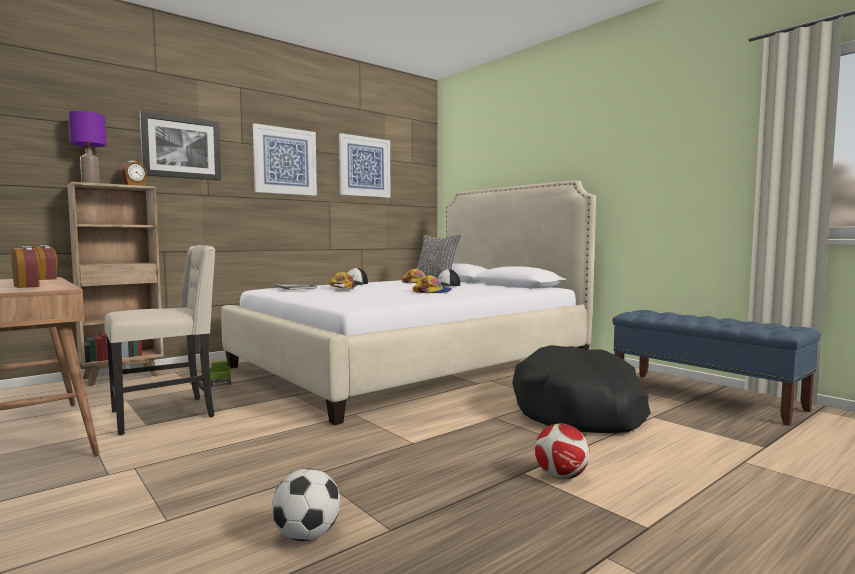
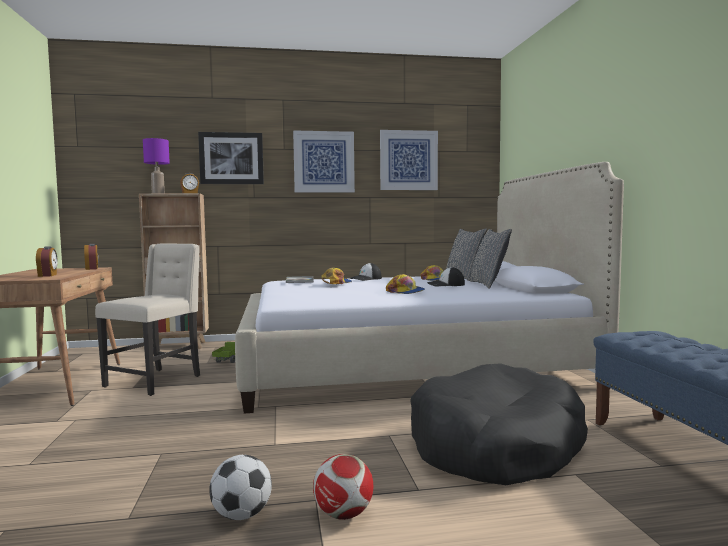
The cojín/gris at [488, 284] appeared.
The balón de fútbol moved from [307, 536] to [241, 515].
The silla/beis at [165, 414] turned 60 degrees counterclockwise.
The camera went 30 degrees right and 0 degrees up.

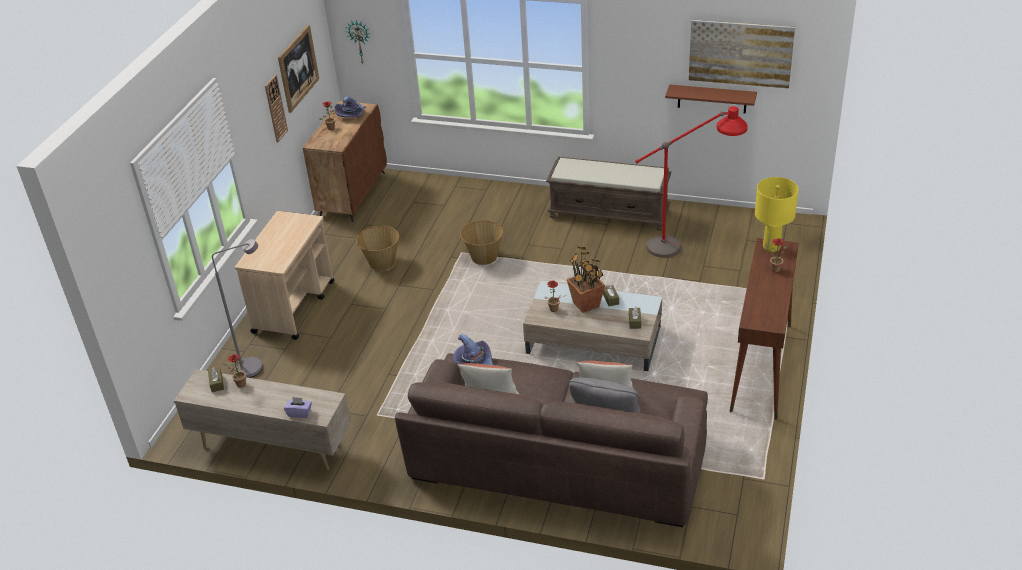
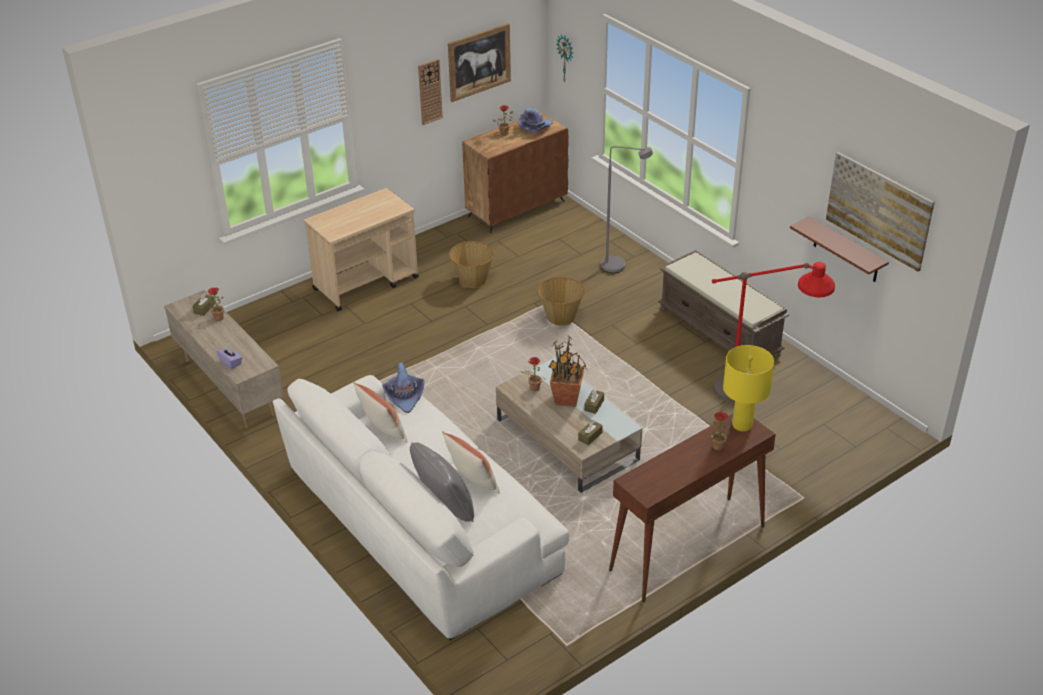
The lámpara de pie/gris moved from [257, 366] to [619, 267].
The sofá/marrón at [557, 458] became the sofá/blanco at [420, 521].
The camera went 35 degrees right and 0 degrees up.

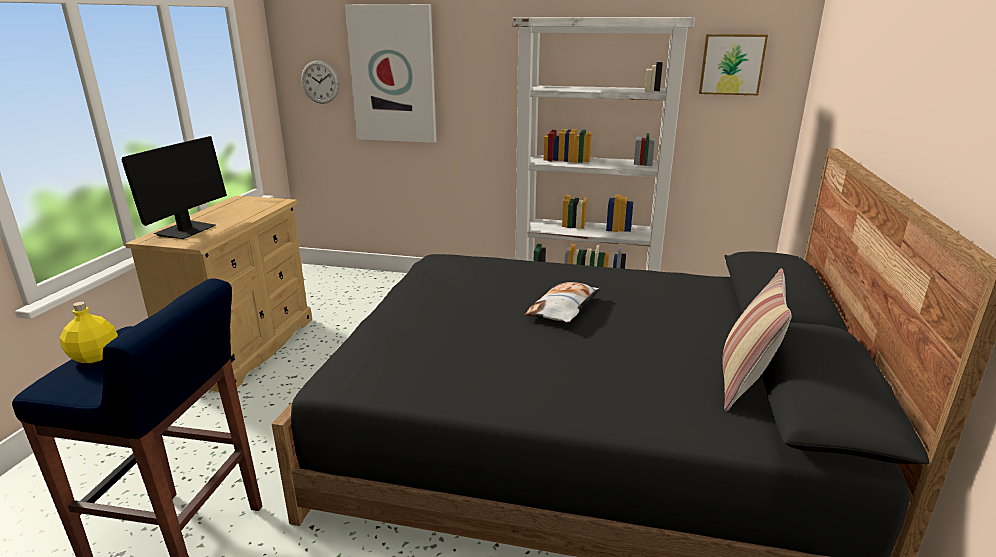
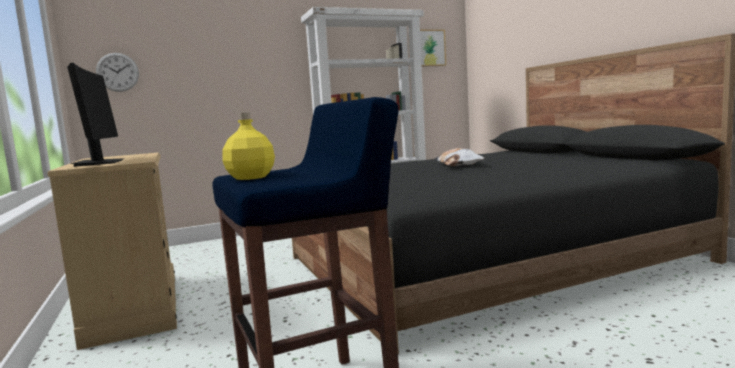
The cuadro at [393, 75] disappeared.
The cojín at [744, 383] disappeared.
The camera went 35 degrees left and 15 degrees down.

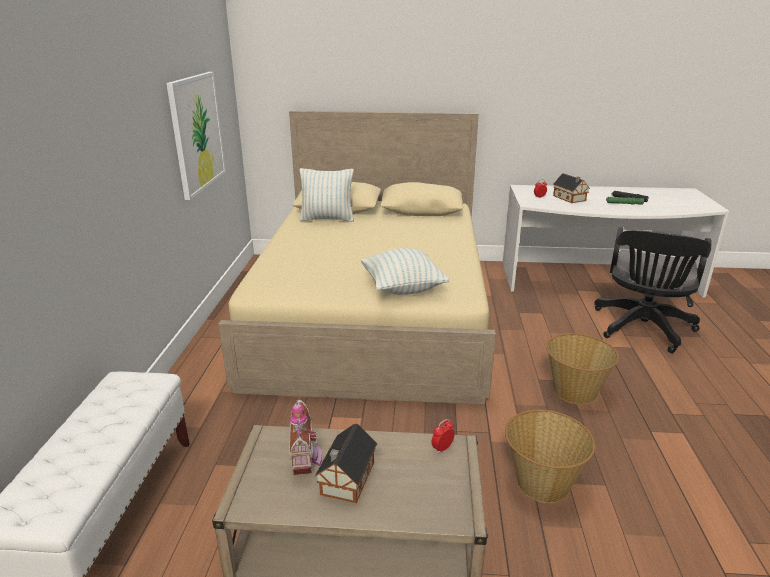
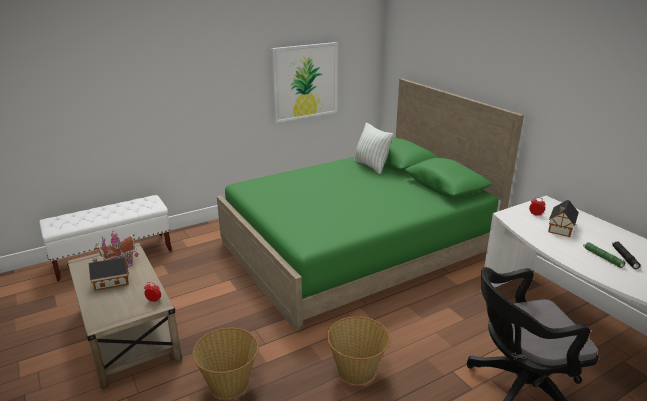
The cojín at [403, 288] disappeared.
The cama/beis at [373, 314] became the cama/verde at [357, 247].
The camera went 55 degrees right and 0 degrees up.

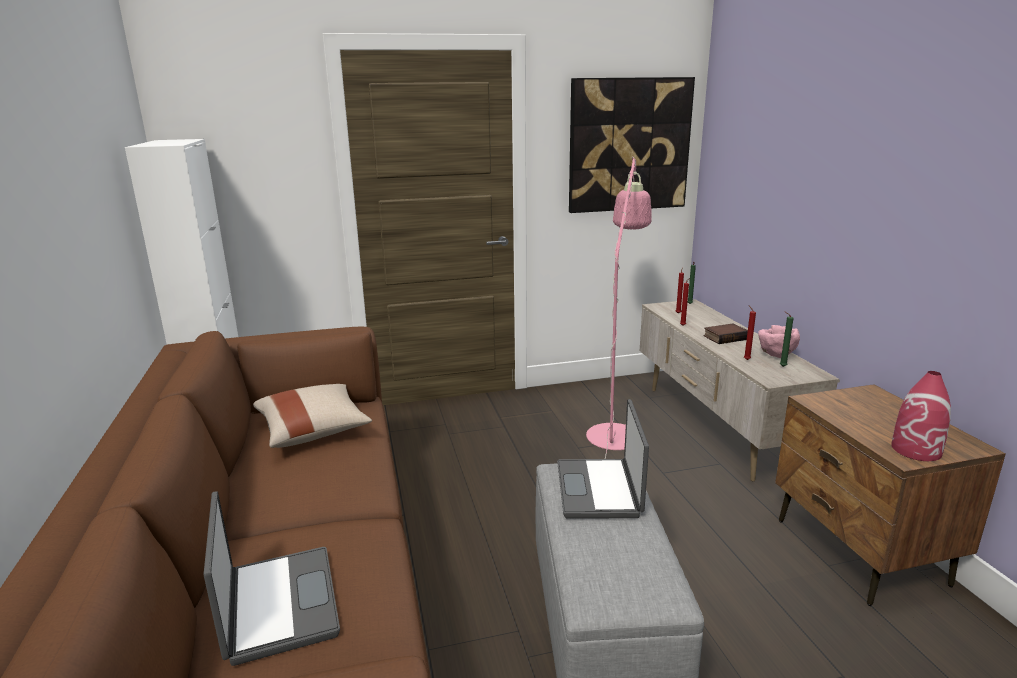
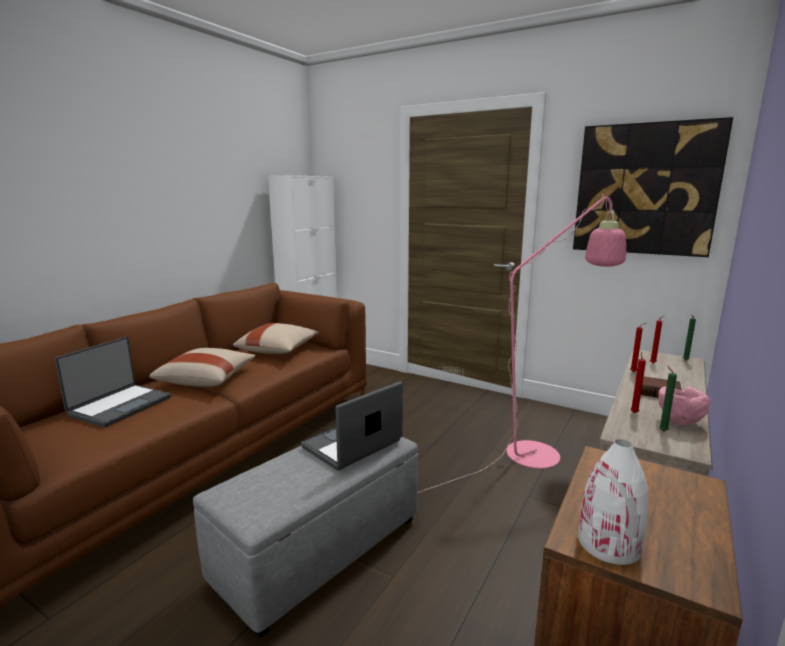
The cojín/beis at [207, 380] appeared.
The florero/rojo at [916, 450] became the florero/blanco at [609, 544].
The camera went 45 degrees right and 5 degrees down.

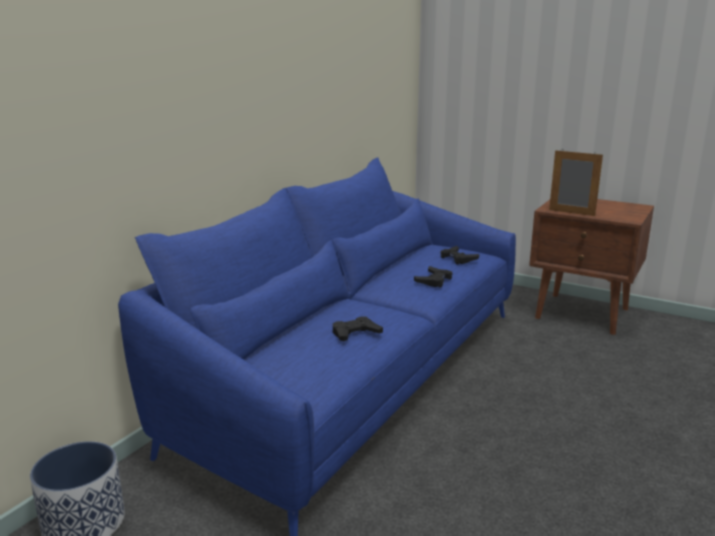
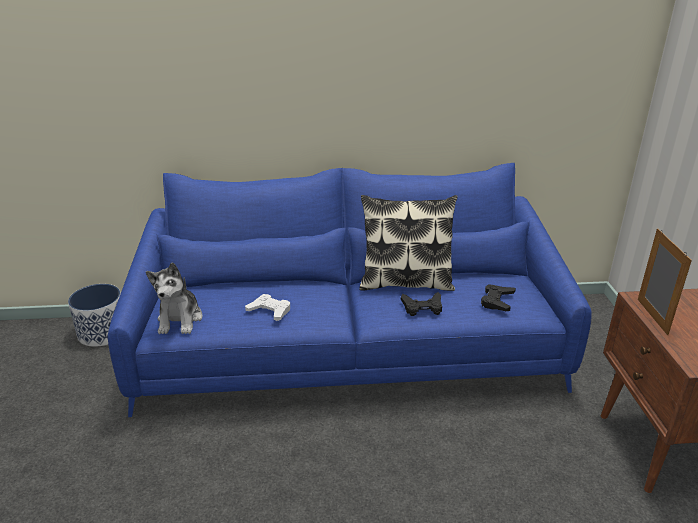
The peluche at [180, 319] appeared.
The cojín at [405, 282] appeared.
The mando de consola/negro at [355, 333] became the mando de consola/blanco at [269, 311].
The camera went 55 degrees right and 10 degrees up.

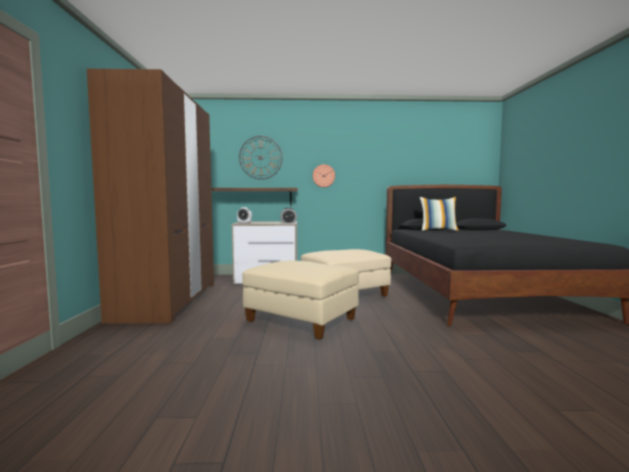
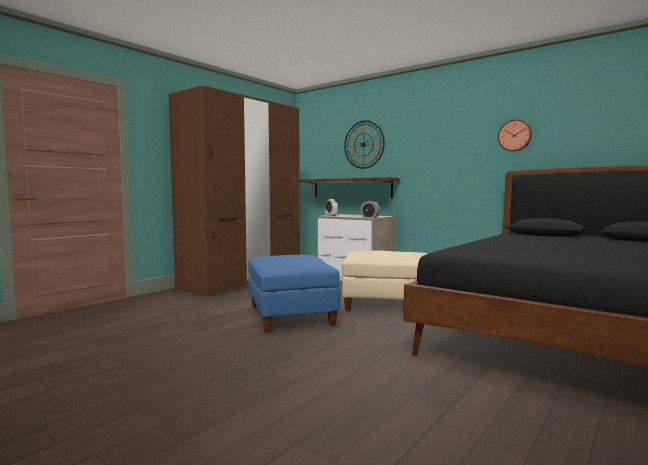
The cojín at [438, 230] disappeared.
The reloj de pared moved from [323, 176] to [515, 135].
The puf/beis at [301, 320] became the puf/azul at [291, 316].
The camera went 40 degrees right and 0 degrees up.

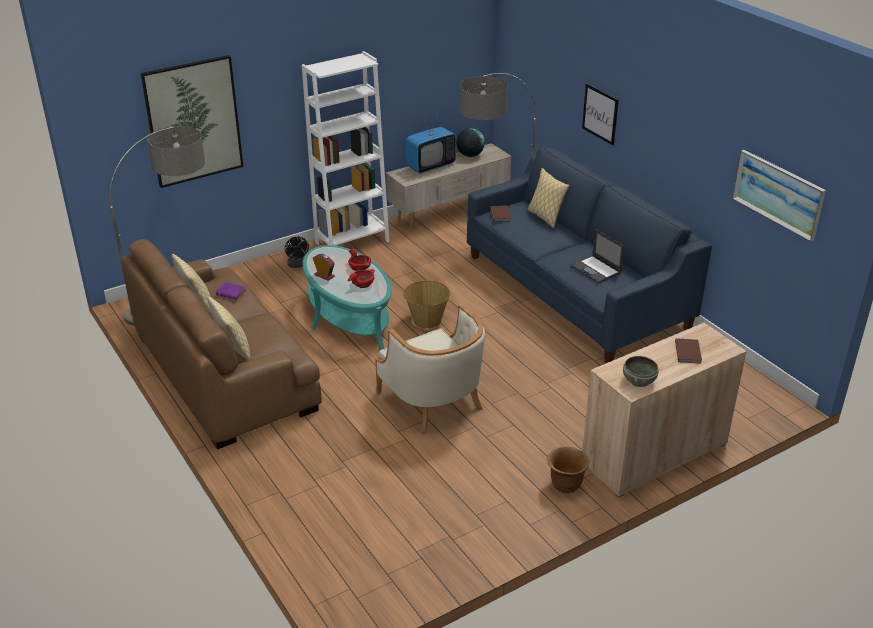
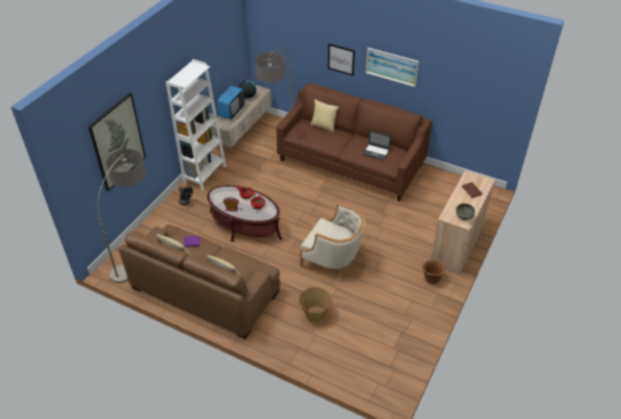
The cesta moved from [426, 320] to [315, 314].
The cuadro moved from [778, 194] to [391, 66].
The mesa de centro/turquesa at [348, 316] became the mesa de centro/marrón at [245, 225].
The sofá/azul at [575, 291] became the sofá/marrón at [351, 163].
The camera went 30 degrees left and 10 degrees up.

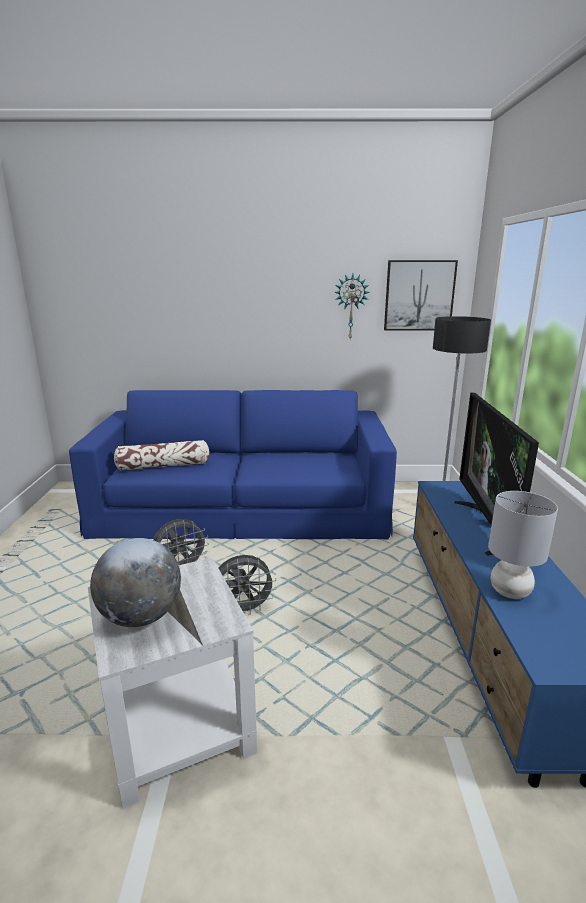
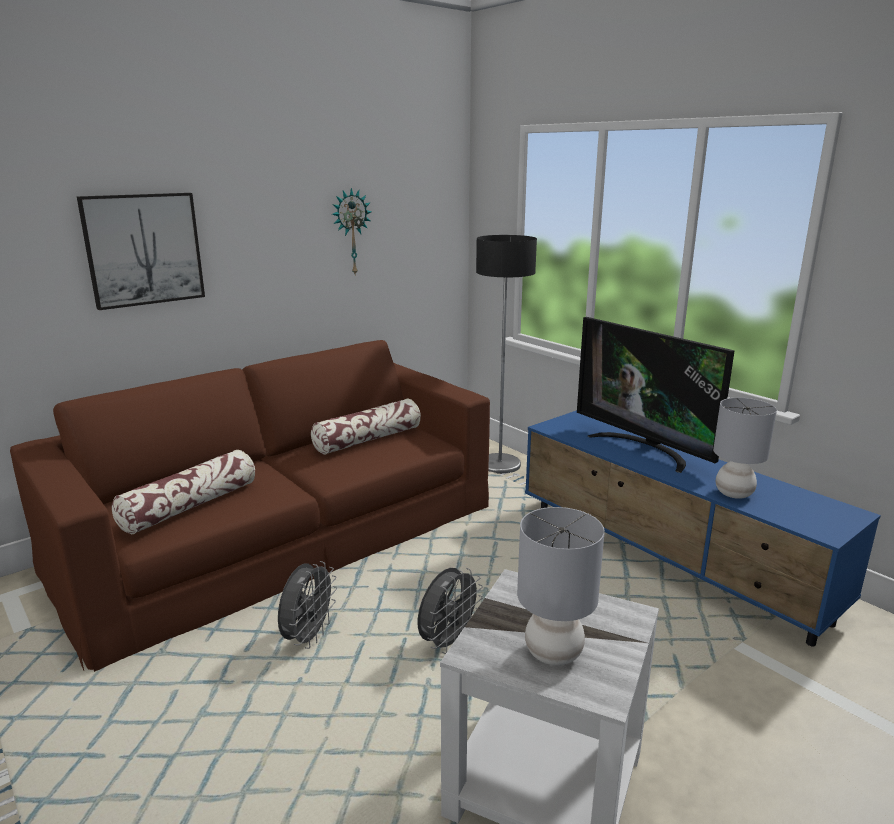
The cojín at [368, 439] appeared.
The cuadro moved from [419, 295] to [143, 249].
The globo terráqueo at [141, 617] was replaced by the lámpara de mesa/gris at [553, 654].
The sofá/azul at [243, 508] became the sofá/marrón at [282, 535].
The camera went 40 degrees left and 0 degrees up.

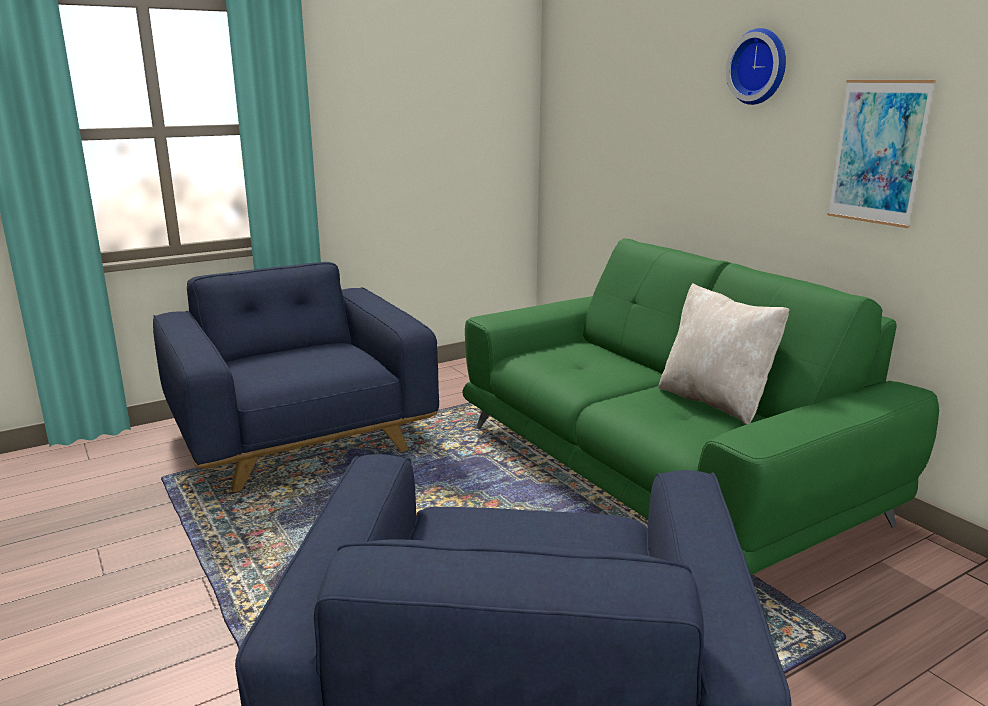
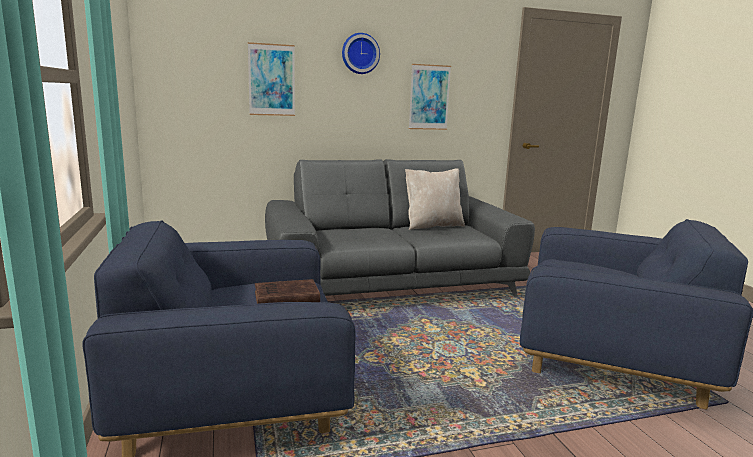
The cuadro at [271, 80] appeared.
The libro/marrón at [284, 298] appeared.
The sofá/verde at [660, 472] became the sofá/gris at [391, 283].
The camera went 75 degrees left and 5 degrees down.

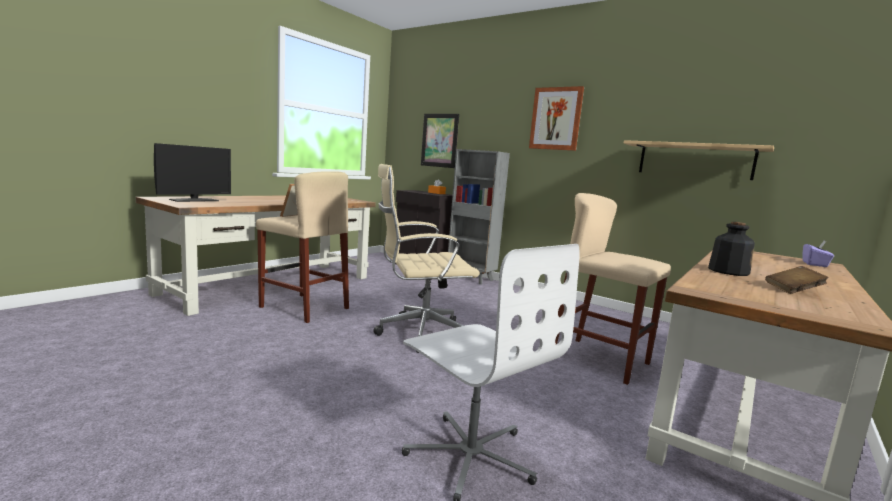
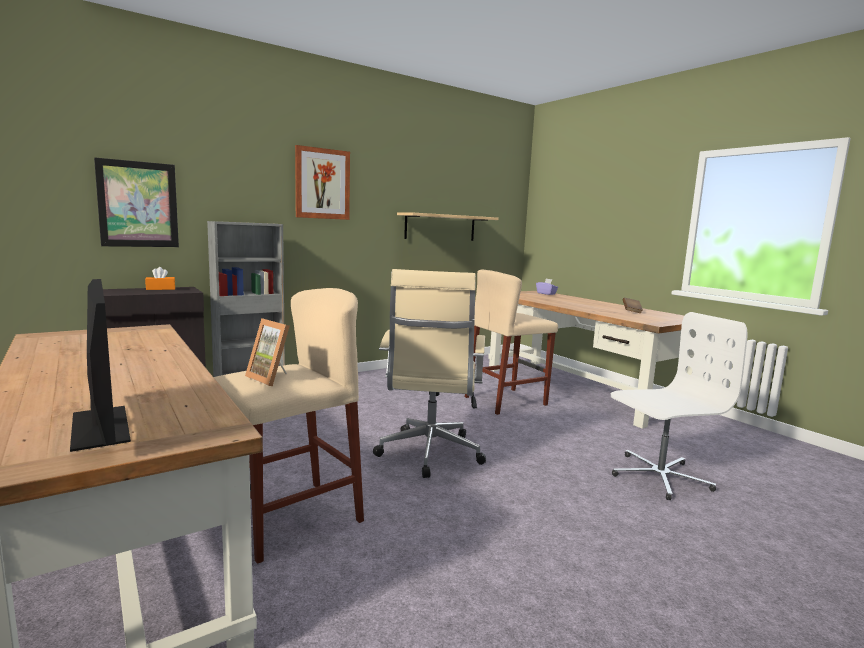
The botella at [727, 271] disappeared.
The camera went 70 degrees left and 0 degrees up.

